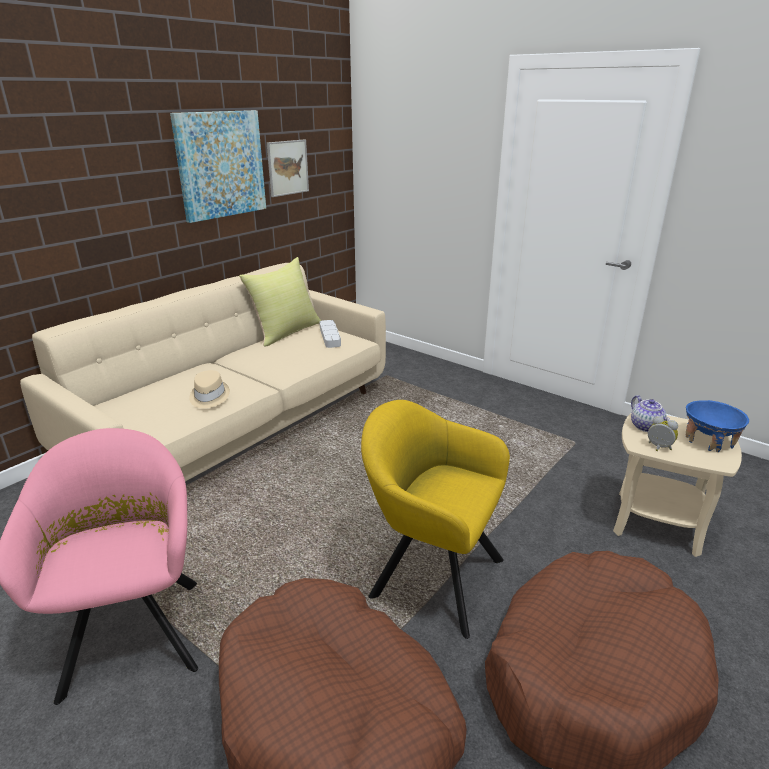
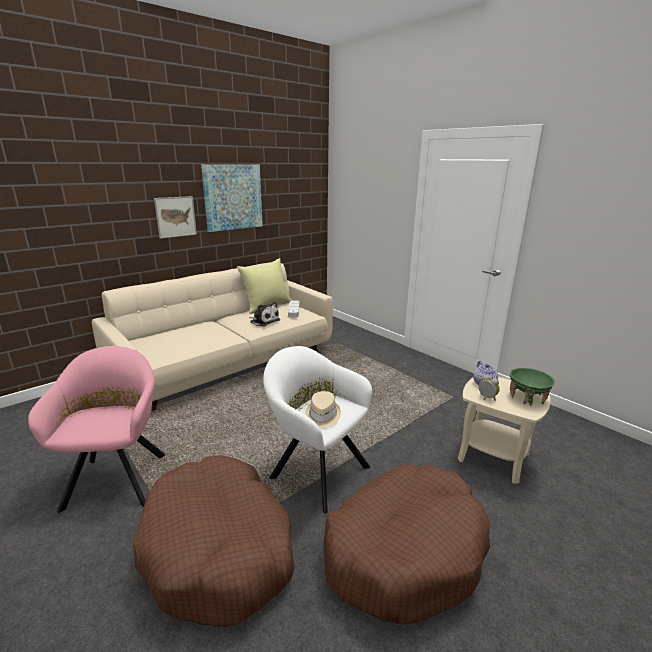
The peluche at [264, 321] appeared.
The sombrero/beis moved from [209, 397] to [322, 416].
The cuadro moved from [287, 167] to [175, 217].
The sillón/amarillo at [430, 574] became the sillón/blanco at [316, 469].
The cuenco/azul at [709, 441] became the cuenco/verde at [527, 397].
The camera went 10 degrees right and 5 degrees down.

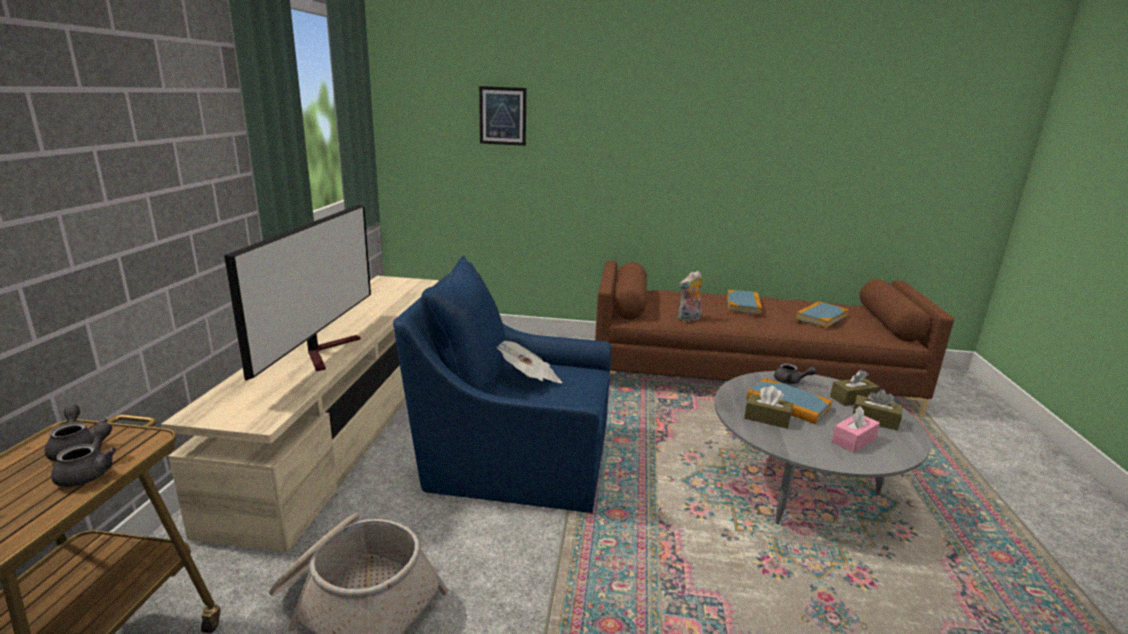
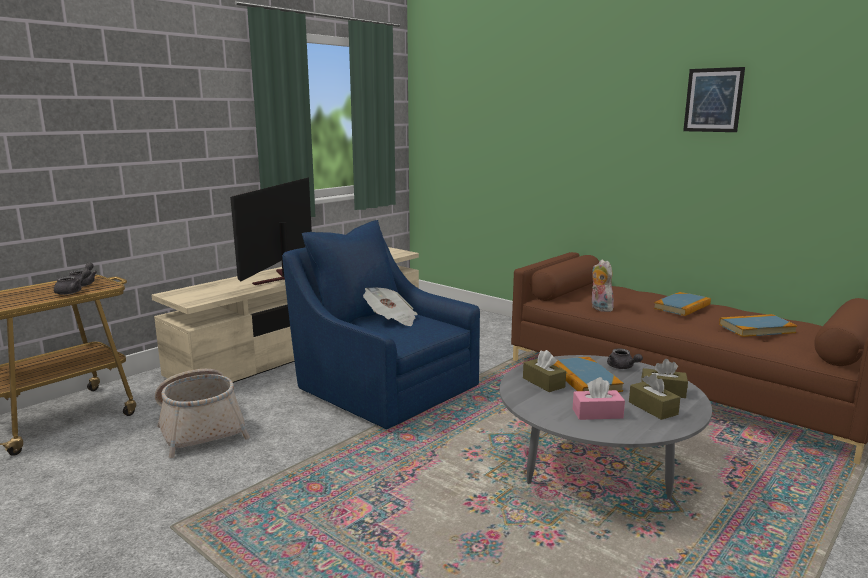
The cuadro moved from [502, 116] to [713, 100].
The televisor at [326, 351] turned 150 degrees clockwise.
The peluche at [689, 319] turned 60 degrees clockwise.
The camera went 35 degrees right and 5 degrees down.

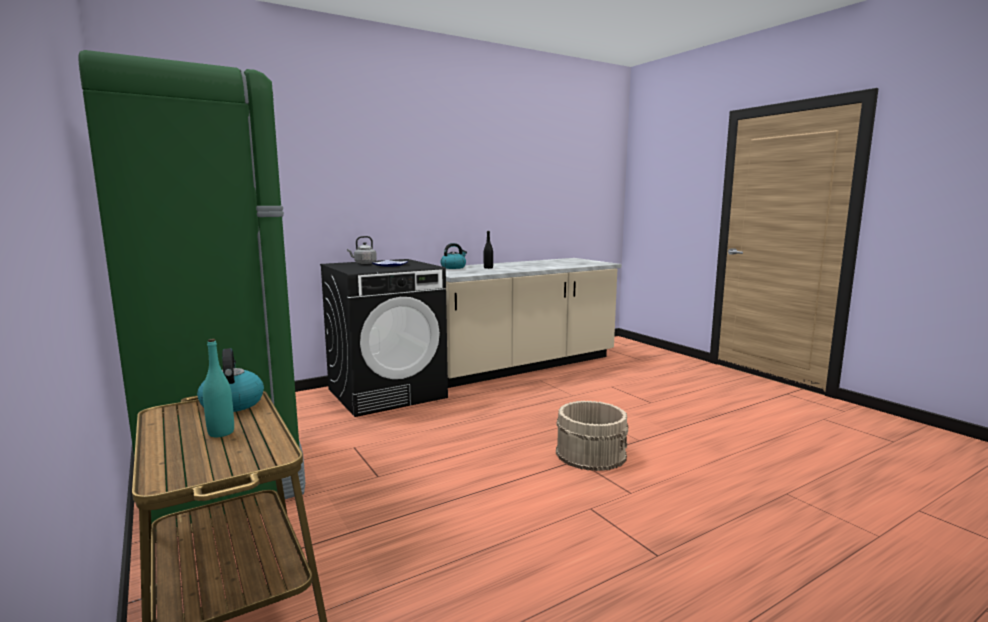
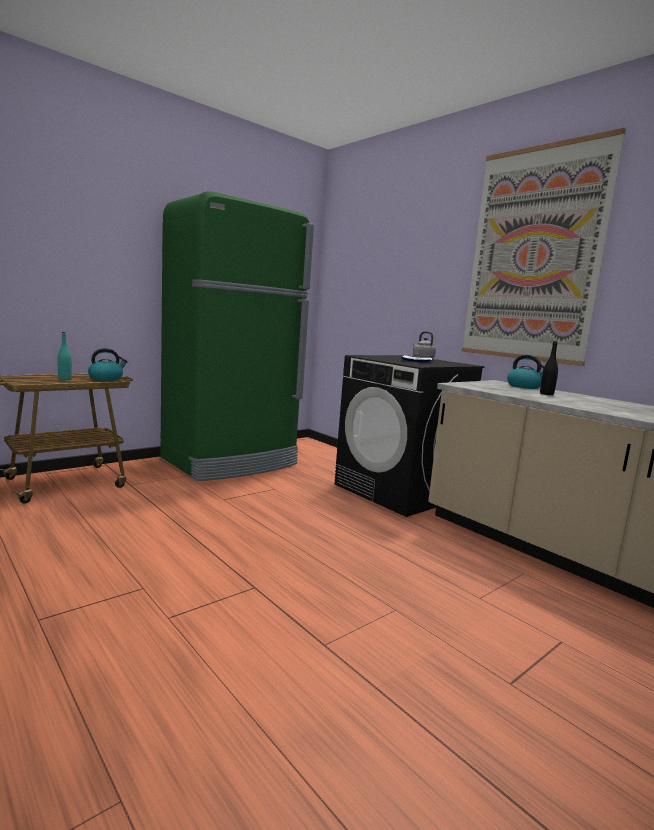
The cubo/beis at [591, 454] disappeared.
The cuadro at [533, 255] appeared.
The camera went 80 degrees right and 0 degrees up.

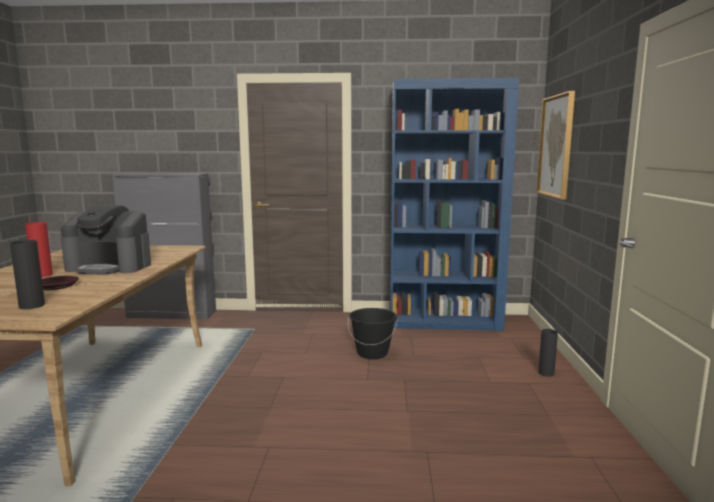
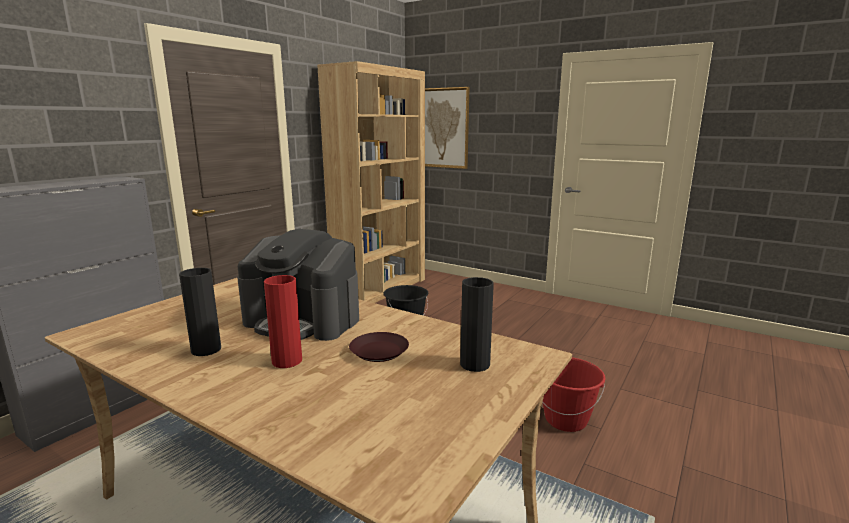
The cubo/rojo at [566, 420] appeared.
The florero/negro moved from [546, 373] to [206, 349].
The estantería/azul at [444, 321] became the estantería/marrón at [381, 288].
The cafetera at [110, 267] turned 75 degrees clockwise.
The camera went 60 degrees left and 5 degrees up.

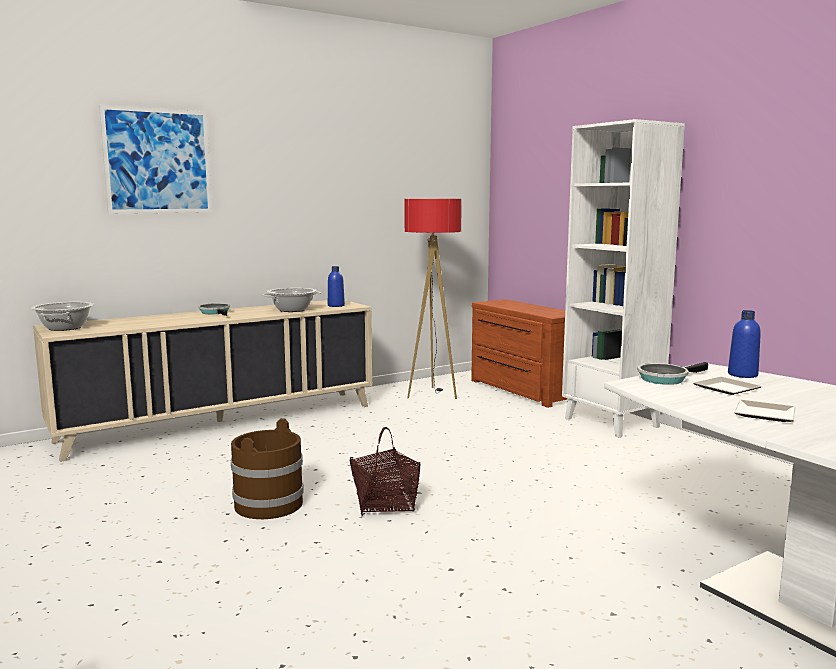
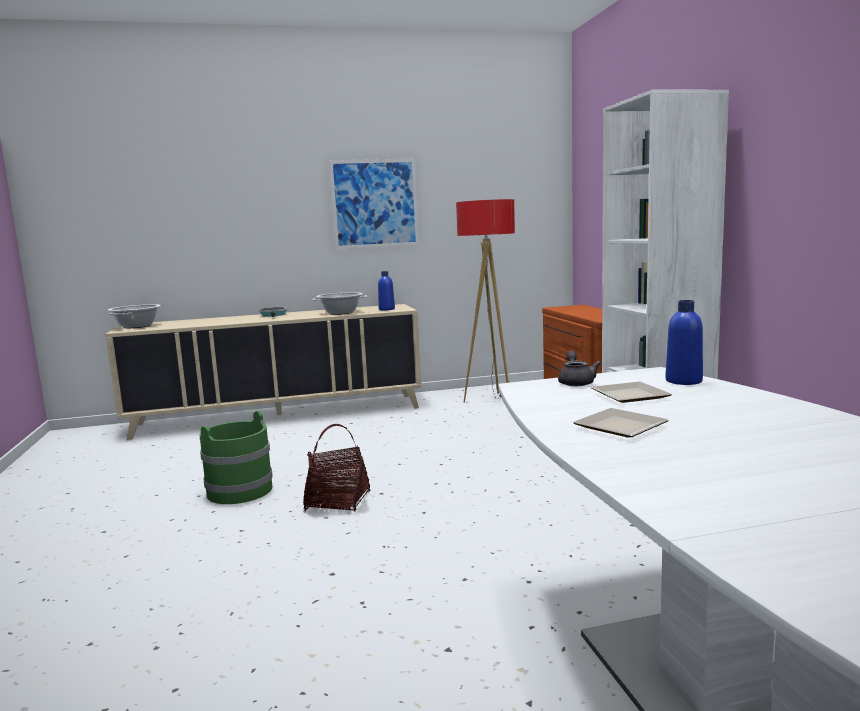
The cuadro moved from [158, 161] to [375, 203].
The sartén at [665, 378] was replaced by the tetera/gris at [576, 382].
The cubo/marrón at [268, 504] became the cubo/verde at [240, 490].
The camera went 20 degrees right and 0 degrees up.

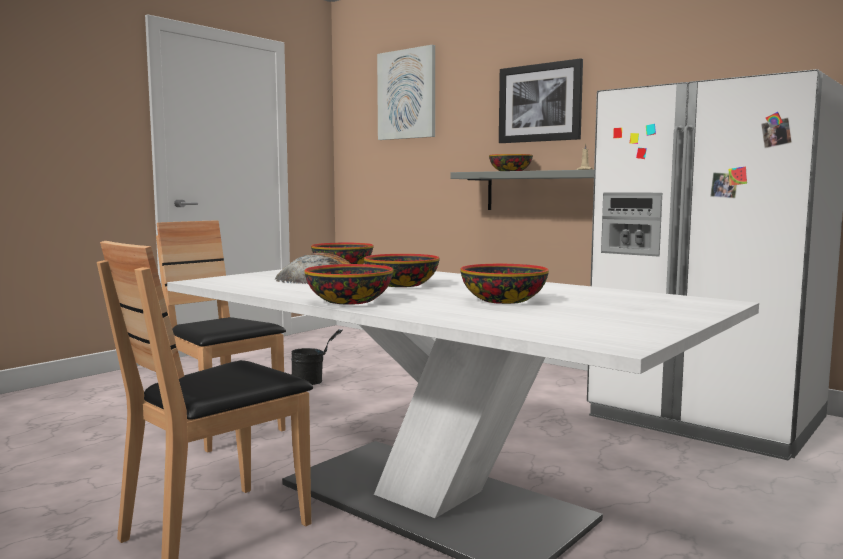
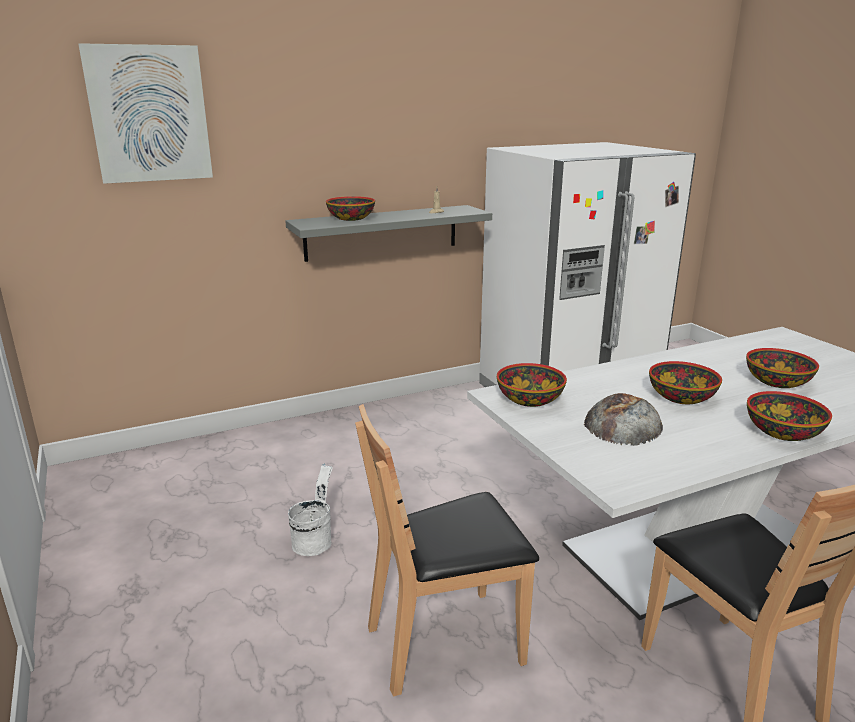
The cuadro at [540, 103] disappeared.
The cubo/negro at [313, 381] became the cubo/blanco at [314, 540].
The camera went 65 degrees left and 15 degrees up.

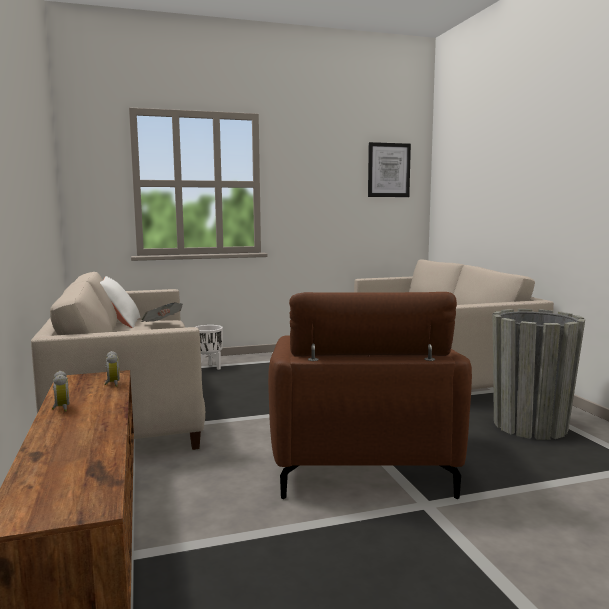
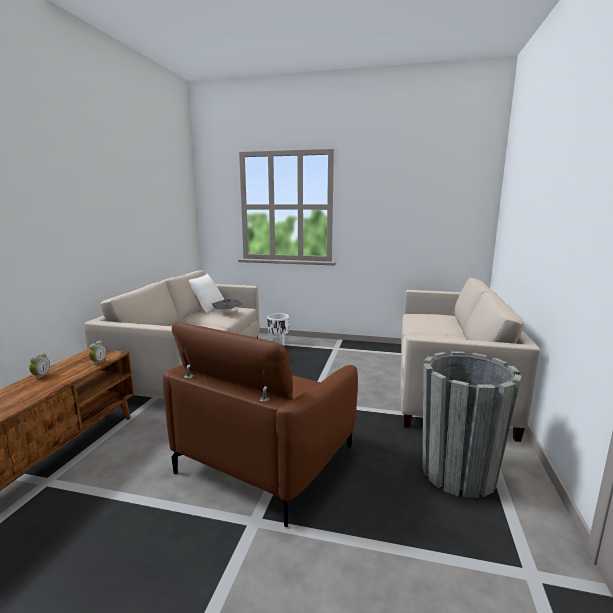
The cuadro at [388, 170] disappeared.
The camera went 30 degrees right and 5 degrees up.

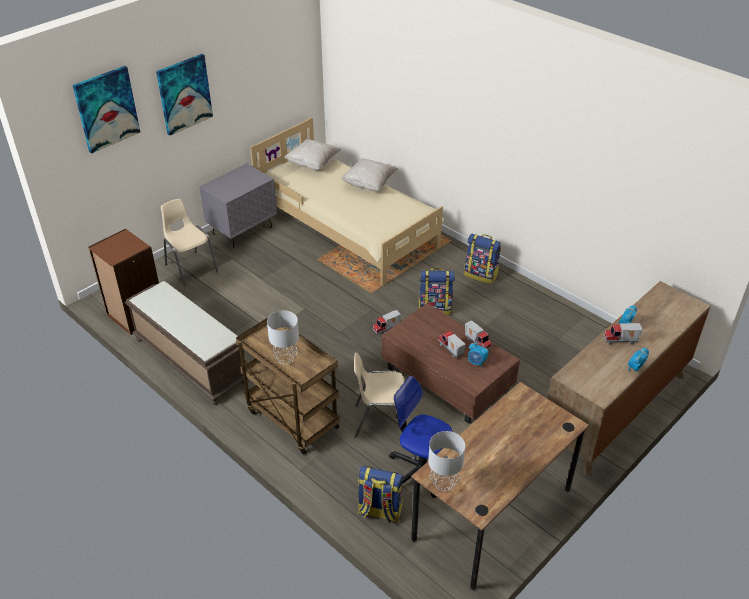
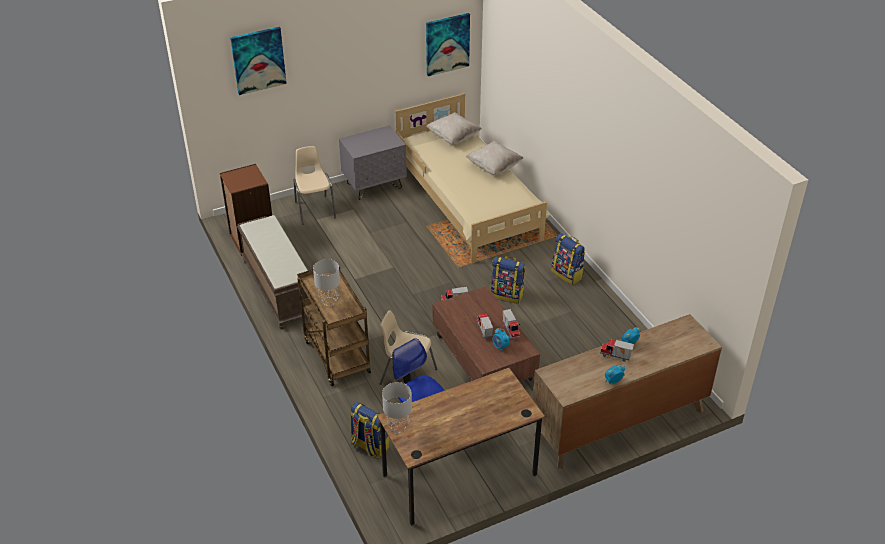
The cuadro moved from [184, 94] to [447, 44].
The camera went 20 degrees right and 0 degrees up.

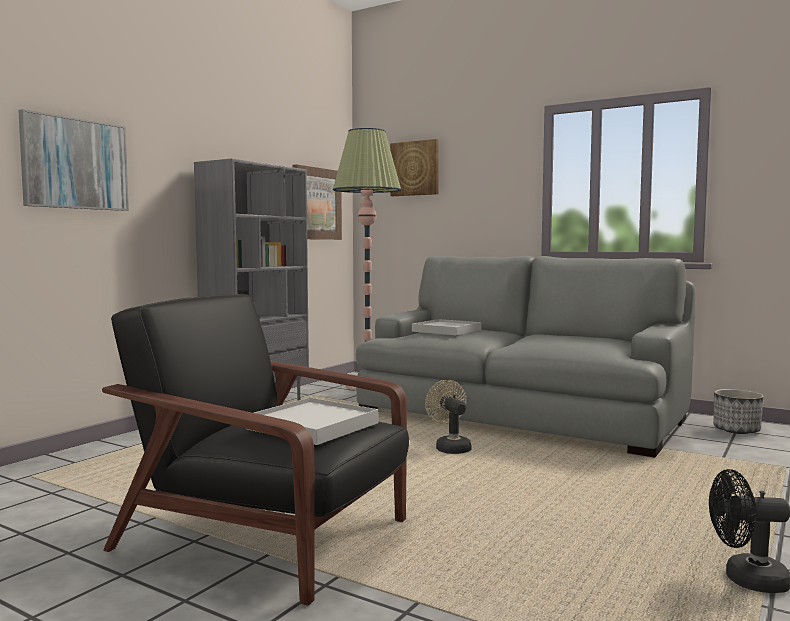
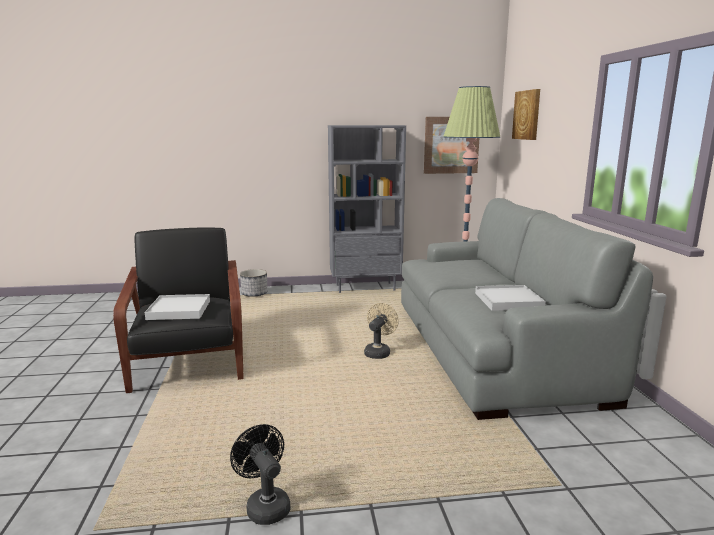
The cuadro at [75, 164] disappeared.
The bandeja/blanco moved from [447, 330] to [508, 301].
The maceta moved from [736, 430] to [254, 294].
The camera went 50 degrees right and 10 degrees up.

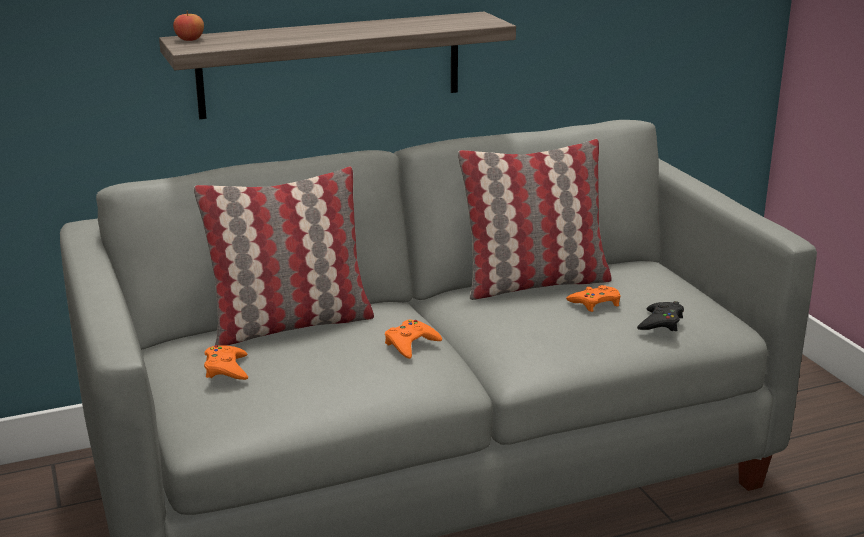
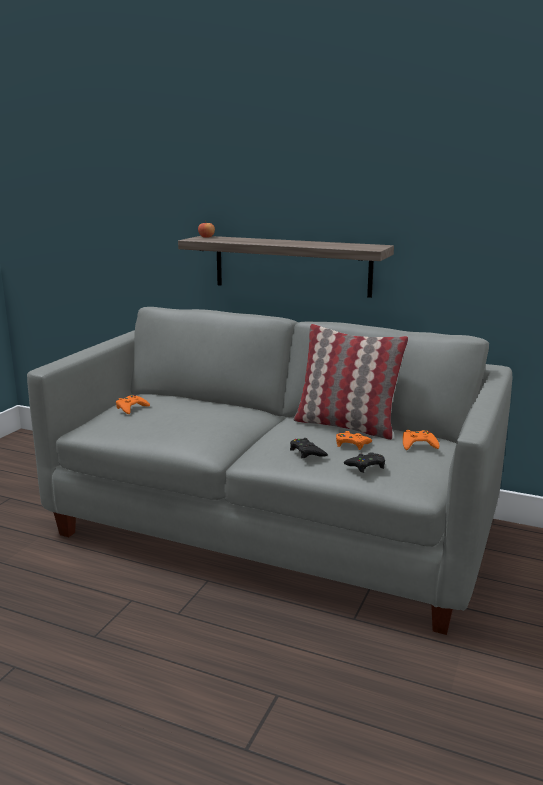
The cojín at [290, 324] disappeared.
The mando de consola/negro at [307, 452] appeared.
The mando de consola/naranja moved from [410, 344] to [418, 444].
The camera went 45 degrees right and 5 degrees down.

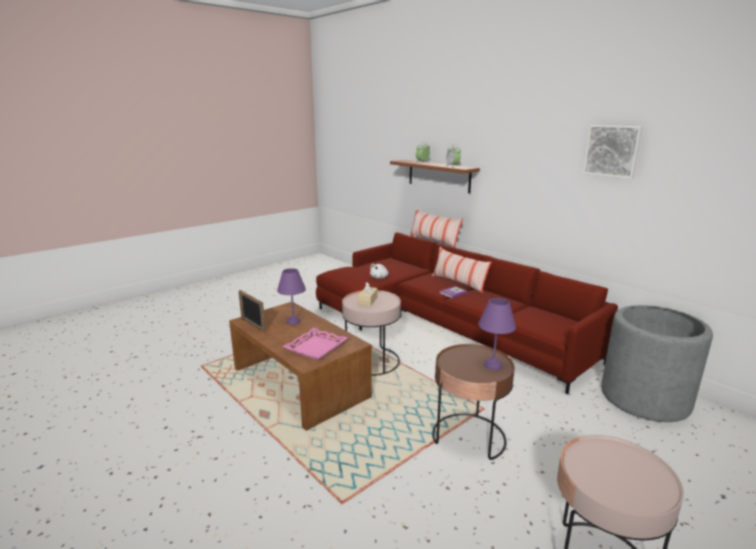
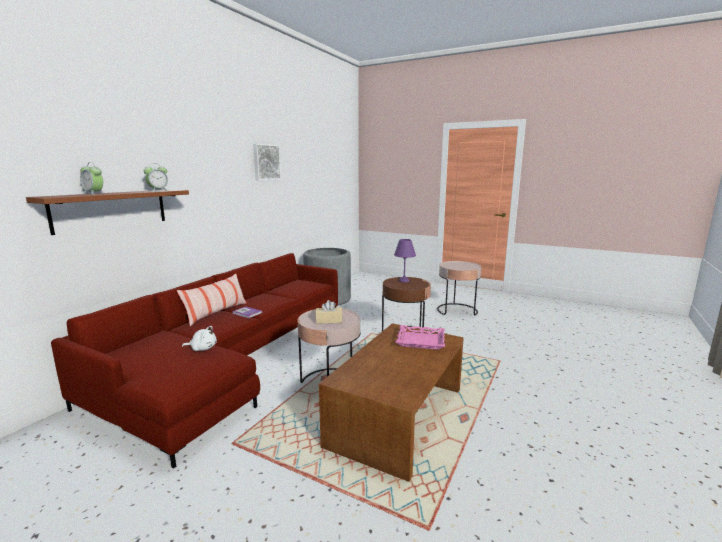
The portarretratos at [253, 325] disappeared.
The lámpara de mesa/morado at [293, 321] disappeared.
The cojín at [433, 241] disappeared.
The camera went 110 degrees left and 5 degrees down.

